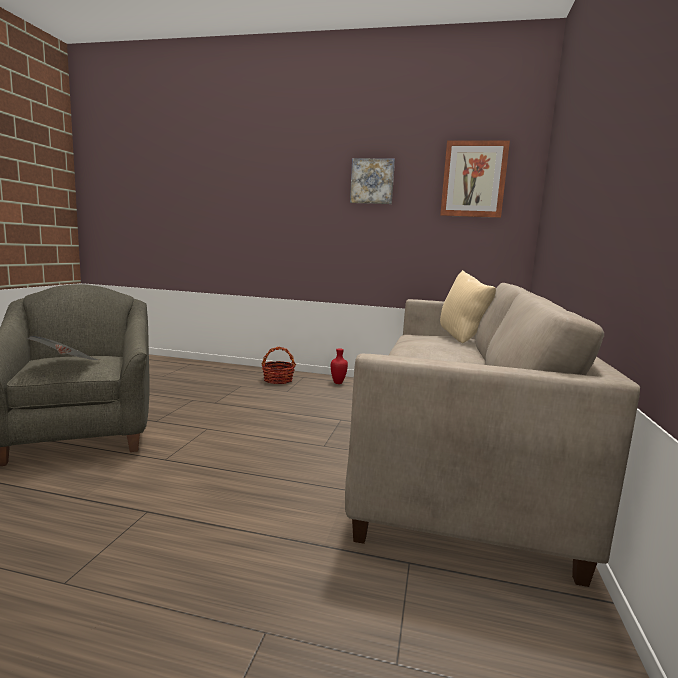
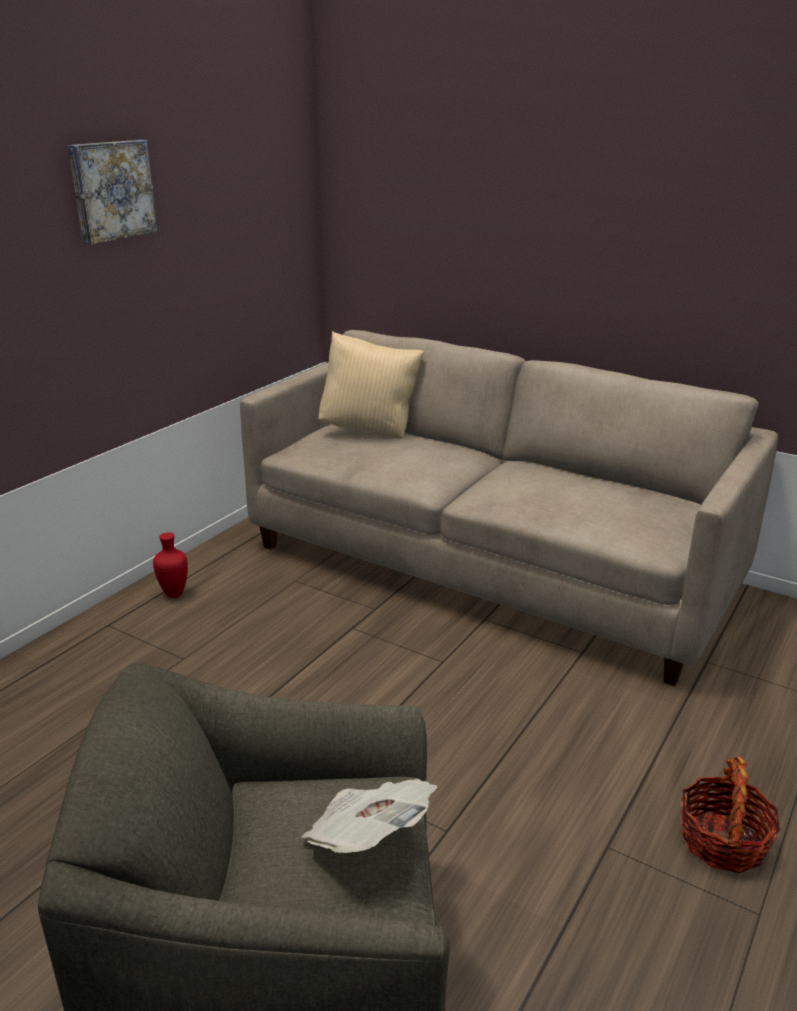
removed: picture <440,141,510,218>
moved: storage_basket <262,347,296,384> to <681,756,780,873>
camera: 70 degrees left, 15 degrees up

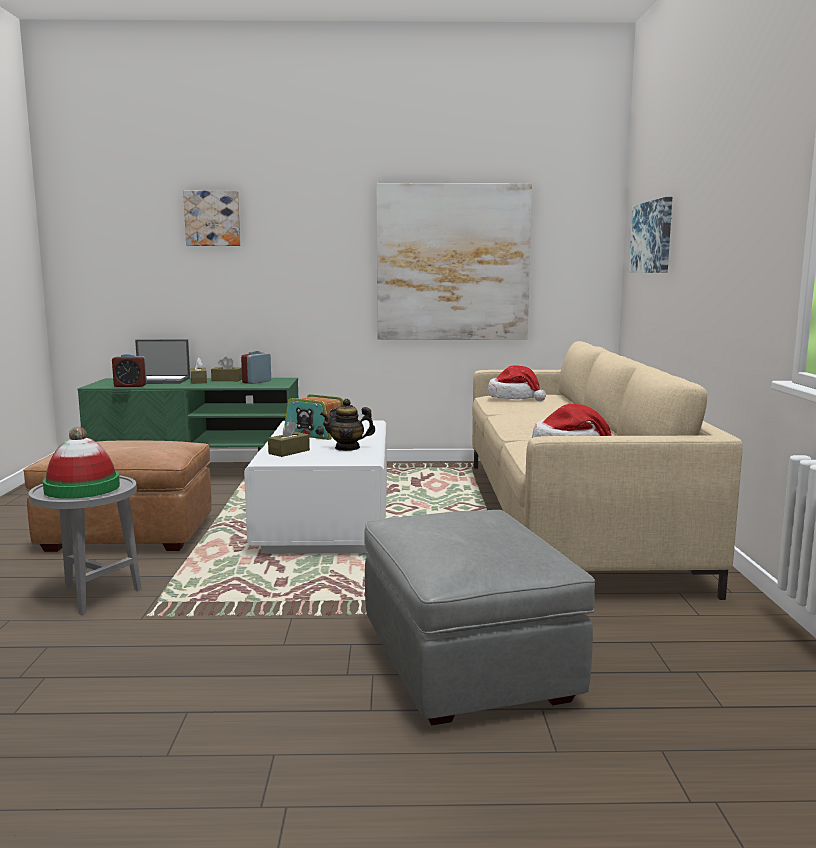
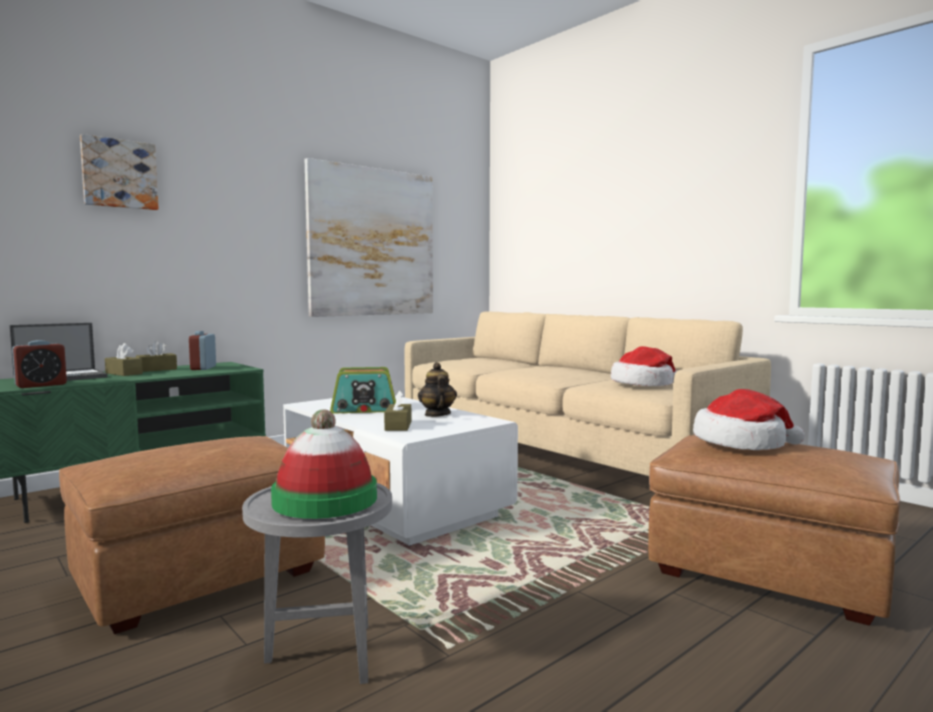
removed: picture <629,197,672,273>
moved: hat <488,365,546,401> to <693,389,805,450>
recoloured: gray_footrest <364,510,595,725> to brown-coloured_footrest <648,435,900,626>
turned: pot_for_tea <320,399,375,451> = <418,362,457,417> 120 degrees clockwise
camera: 40 degrees left, 5 degrees down

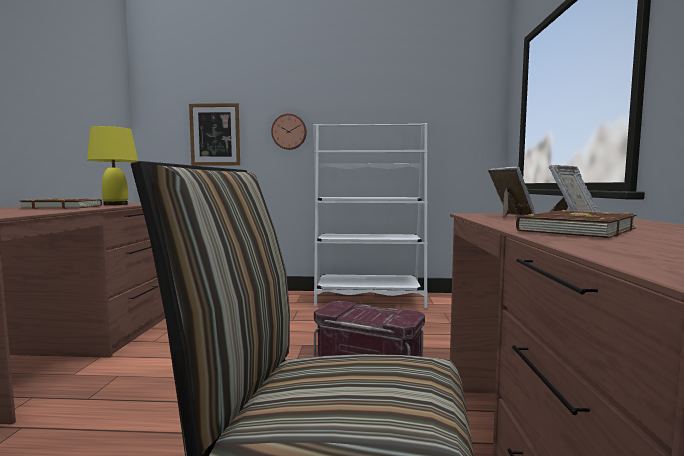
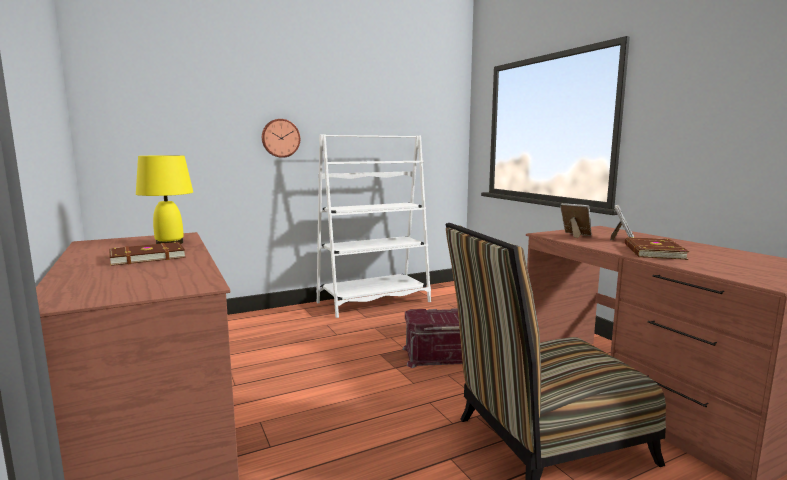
removed: picture <189,103,240,165>
camera: 30 degrees left, 5 degrees up

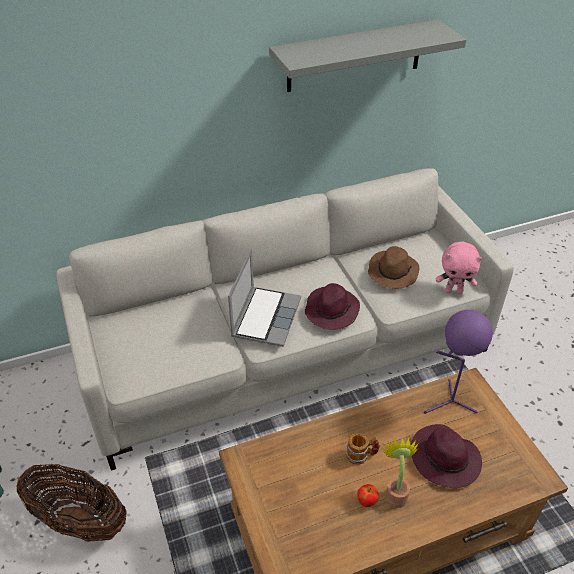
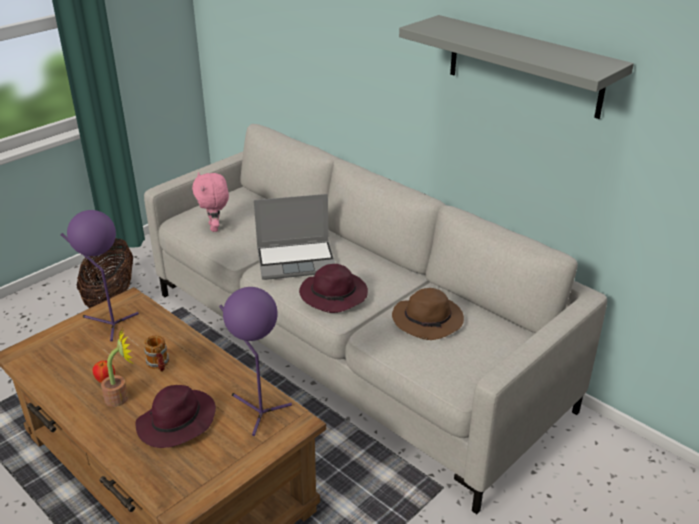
added: purplish_tabletop_lamp <61,210,139,342>
moved: pink-coloured_cuddly_toy <436,242,482,294> to <192,172,229,232>
camera: 65 degrees right, 10 degrees down

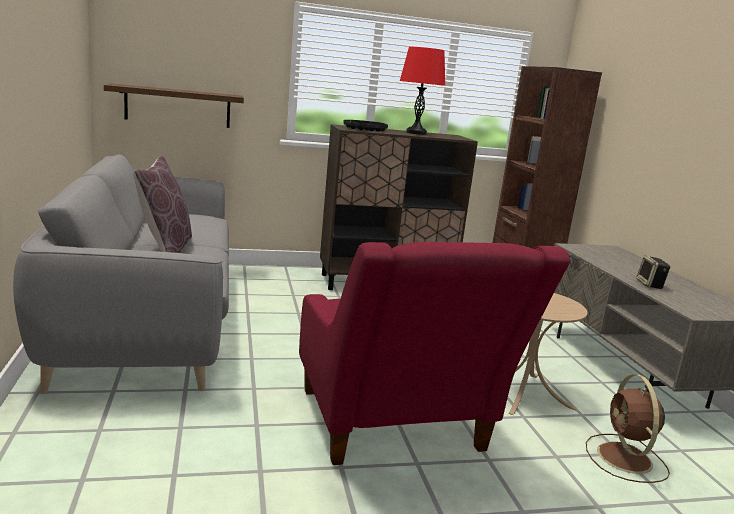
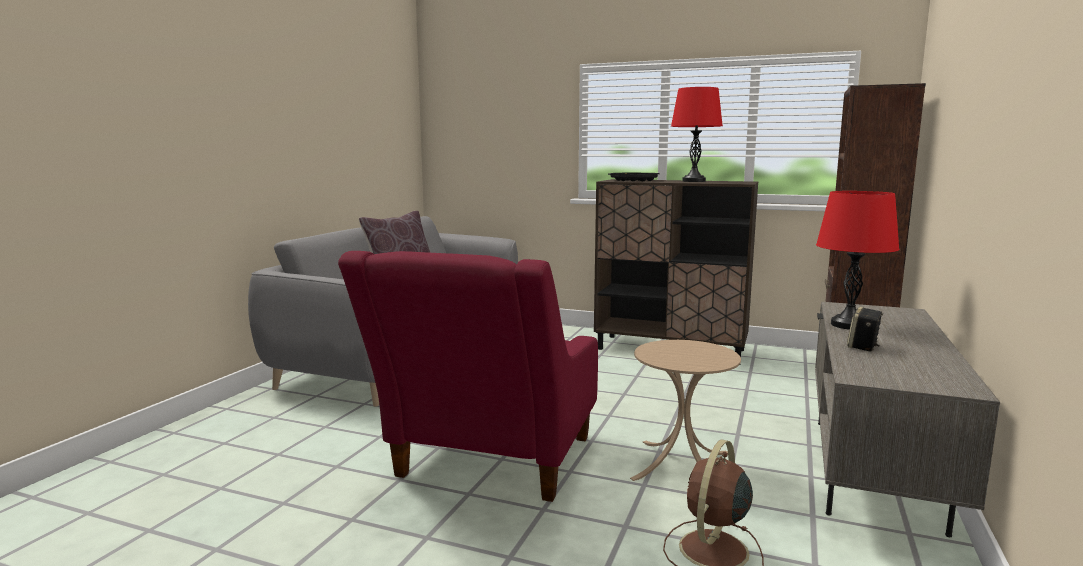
removed: bracket_shelf <104,83,244,128>
added: red_tabletop_lamp <816,191,899,330>
camera: 35 degrees right, 5 degrees down

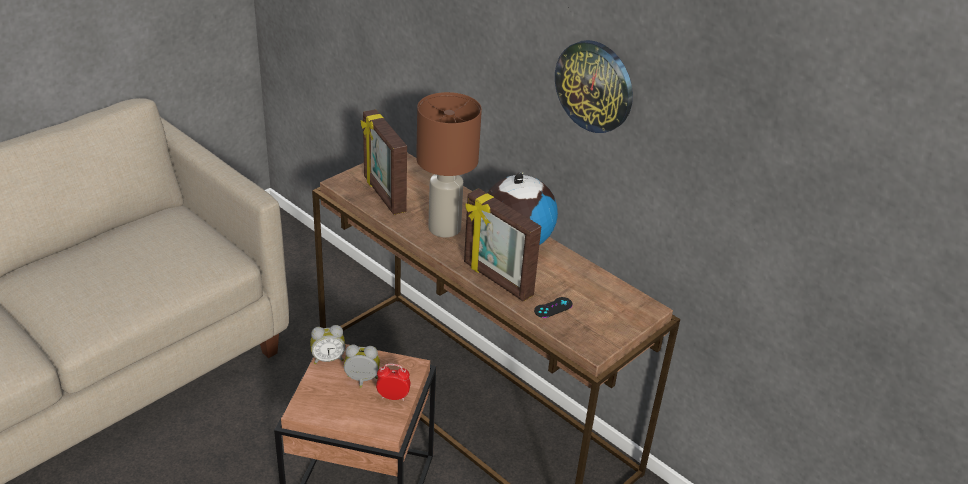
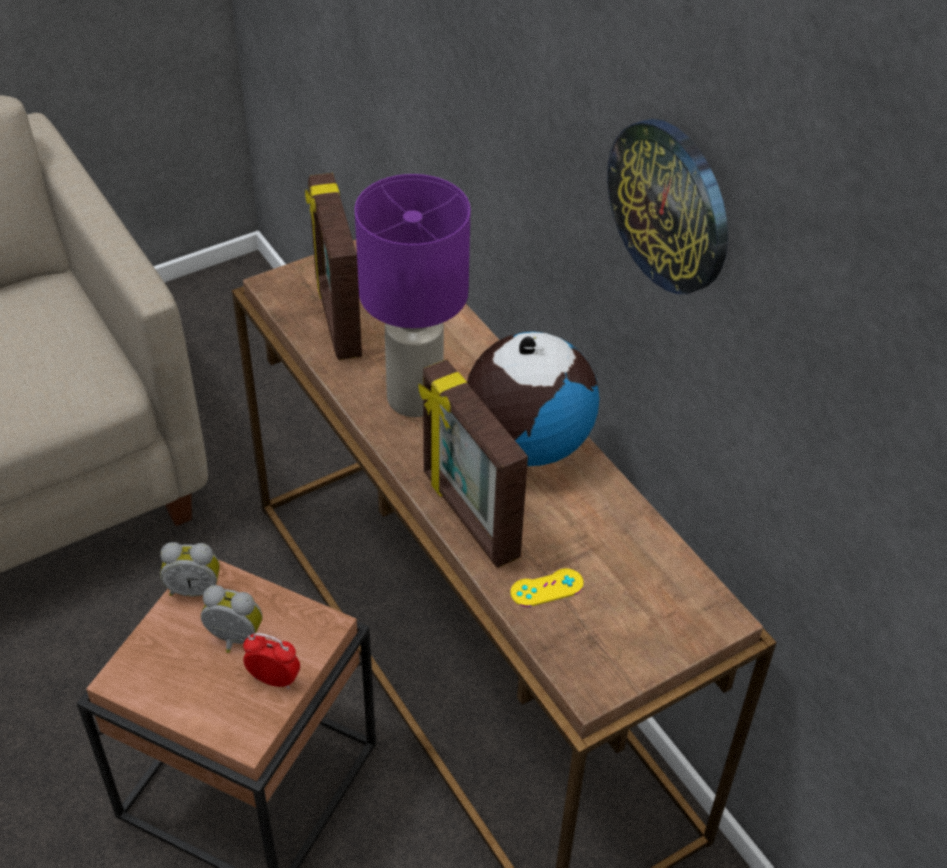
recoloured: brown-coloured_tabletop_lamp <416,92,482,238> to purplish_tabletop_lamp <355,174,471,417>; black_gamepad <534,297,573,318> to yellow-coloured_gamepad <510,568,583,607>
camera: 15 degrees right, 10 degrees up

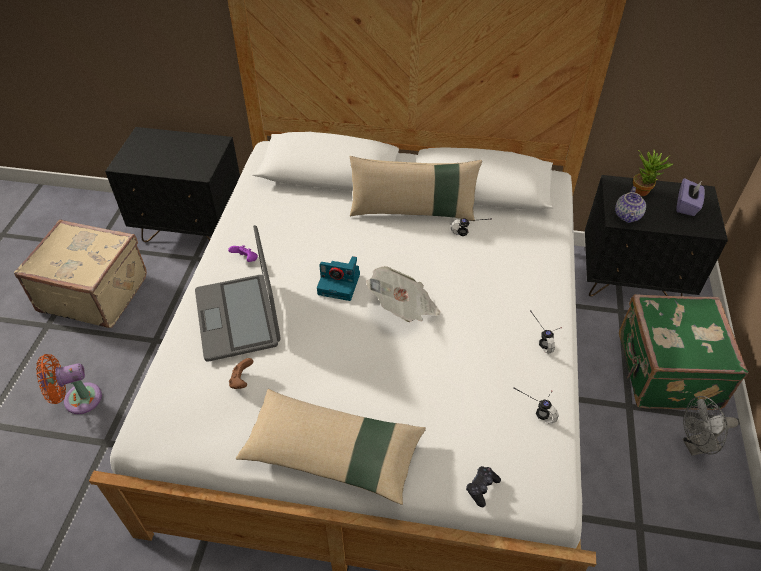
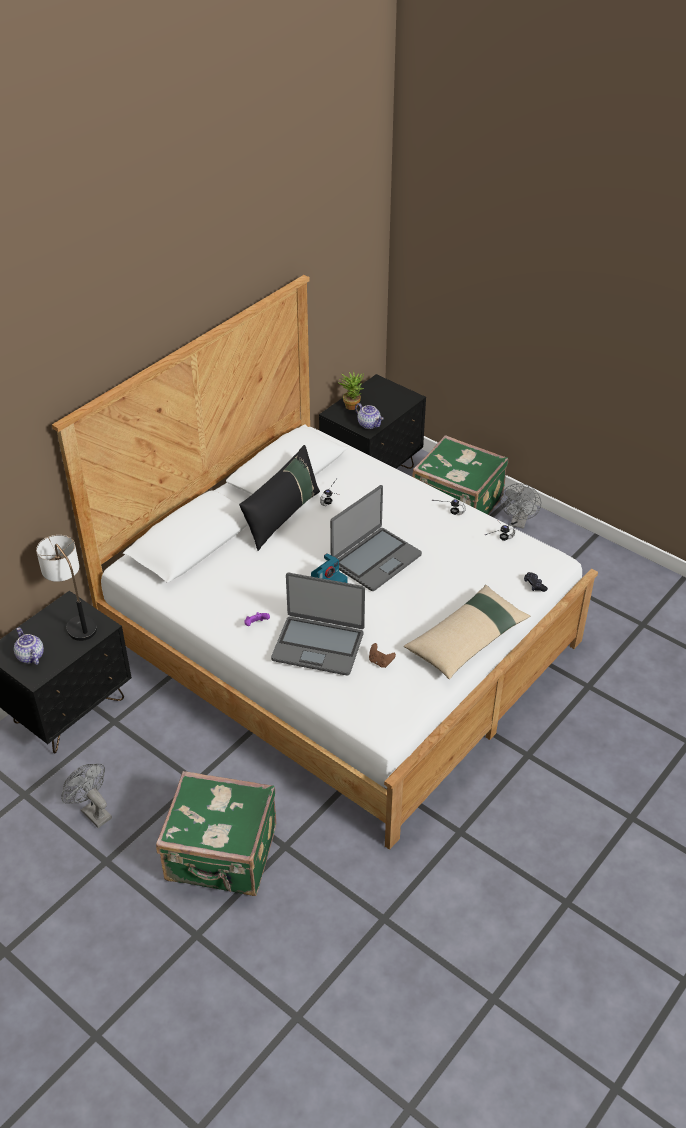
removed: purplish_tissue_box <676,178,705,216>
added: pot_for_tea <14,627,44,665>; tabletop_lamp <36,535,97,641>
replaced: beige_piece_of_luggage <14,220,147,328> to gray_fan <61,764,112,828>; orange_fan <36,354,102,414> to green_piece_of_luggage <156,771,276,896>; newspaper <366,266,440,322> to notebook_computer <330,485,422,591>
recoloured: beige_pillow <350,156,482,221> to black_pillow <239,445,320,551>
camera: 60 degrees left, 5 degrees down

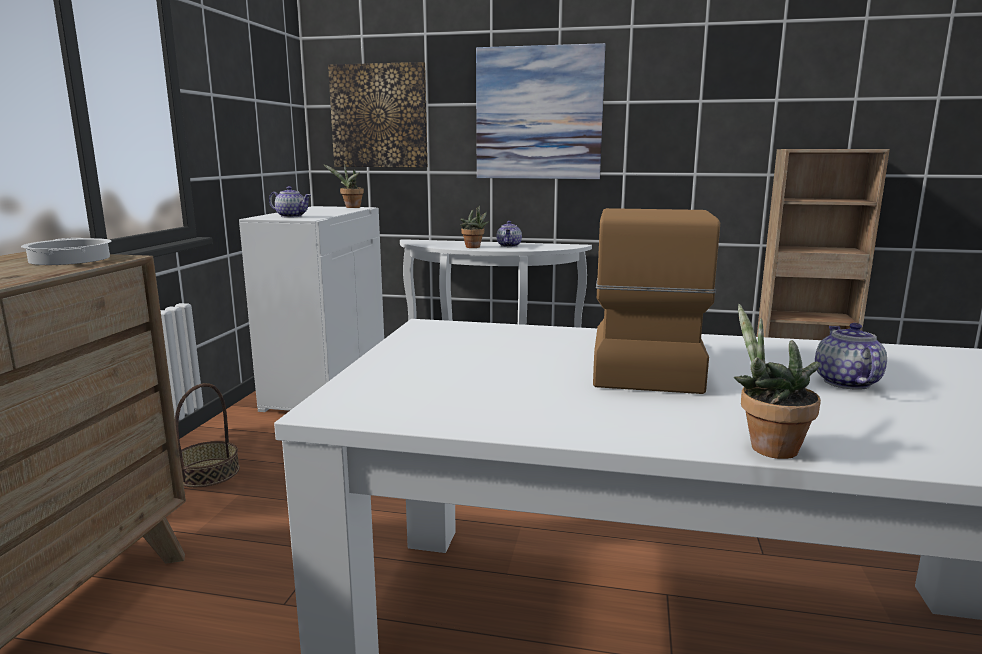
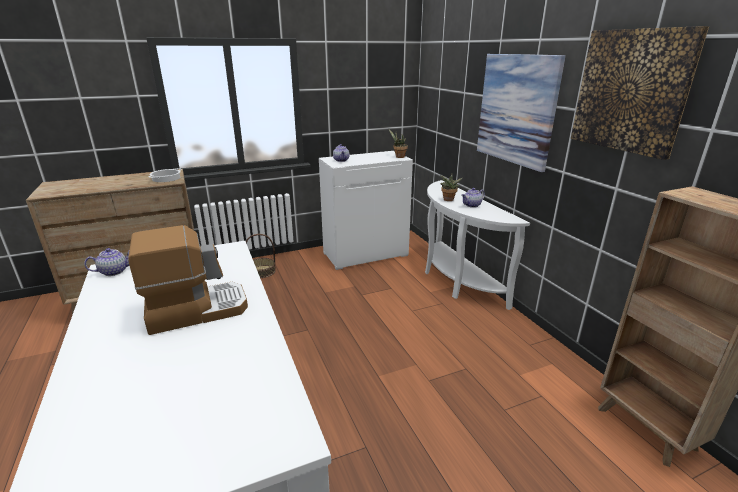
removed: houseplant <734,304,821,459>
moved: picture <328,62,428,167> to <571,26,709,160>; pot_for_tea <815,323,887,390> to <84,248,129,276>
camera: 55 degrees right, 10 degrees up

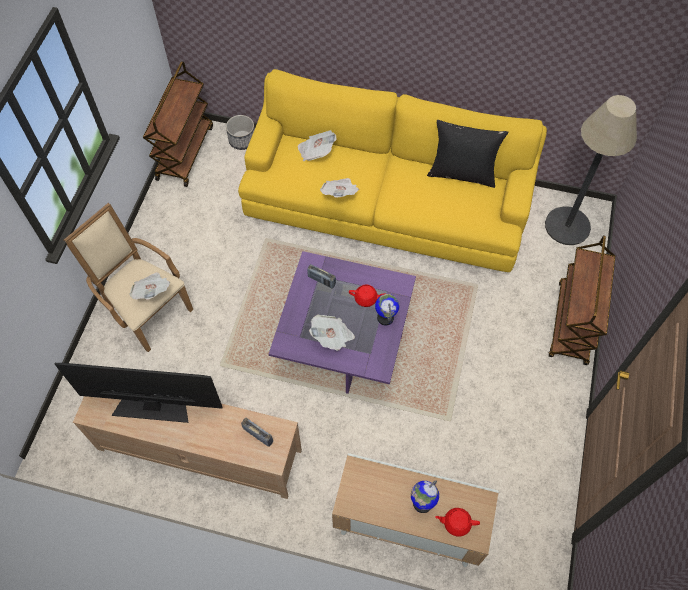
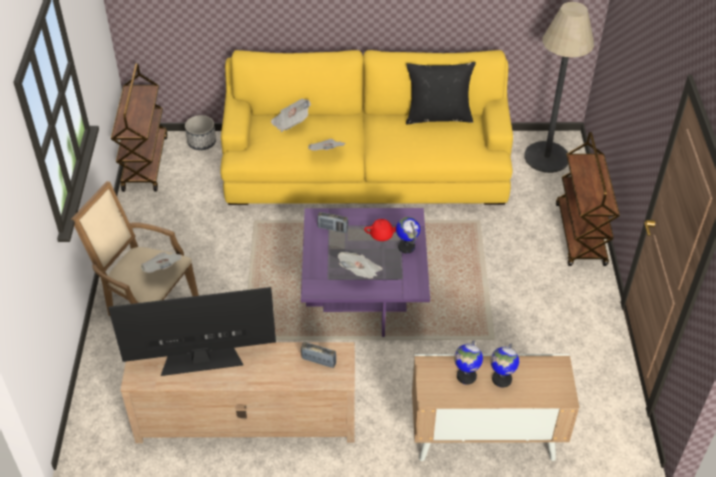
removed: red_pot_for_tea <435,508,480,536>
added: desk_globe <454,340,483,385>
camera: 15 degrees left, 15 degrees down

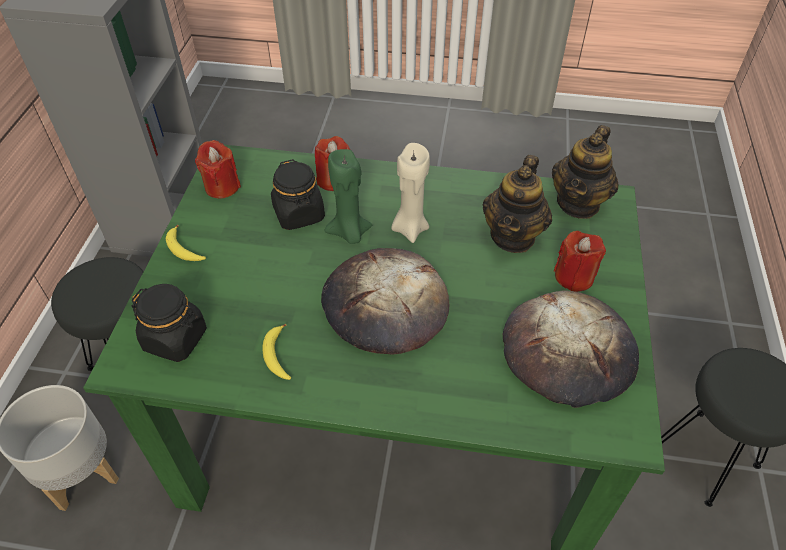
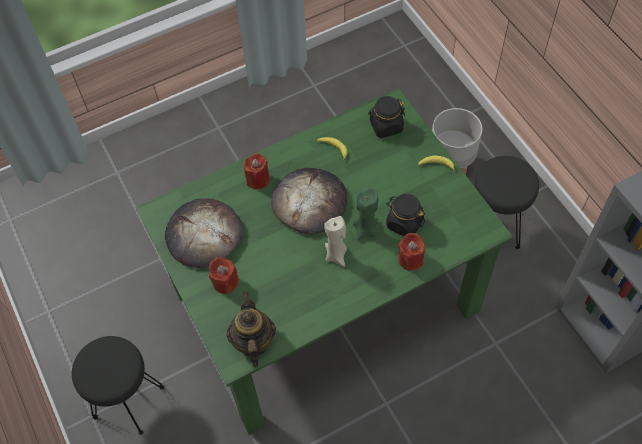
removed: pot_for_tea <483,155,552,253>
moved: red_candle <195,140,241,199> to <244,153,270,189>
camera: 145 degrees right, 10 degrees up

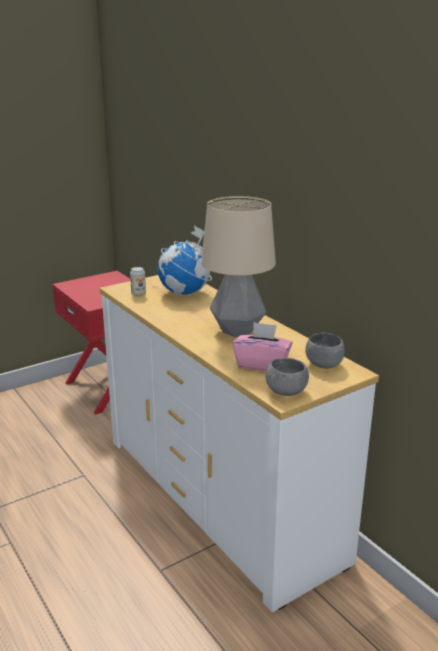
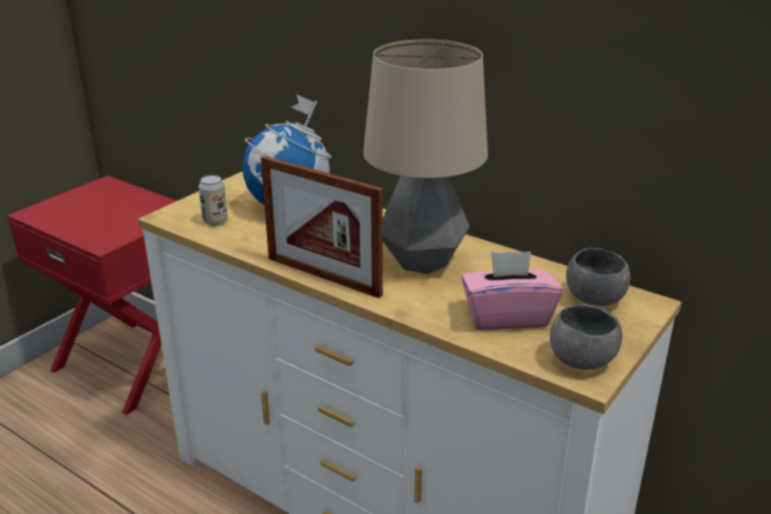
added: standing_frame <261,156,383,298>
camera: 20 degrees left, 5 degrees up

